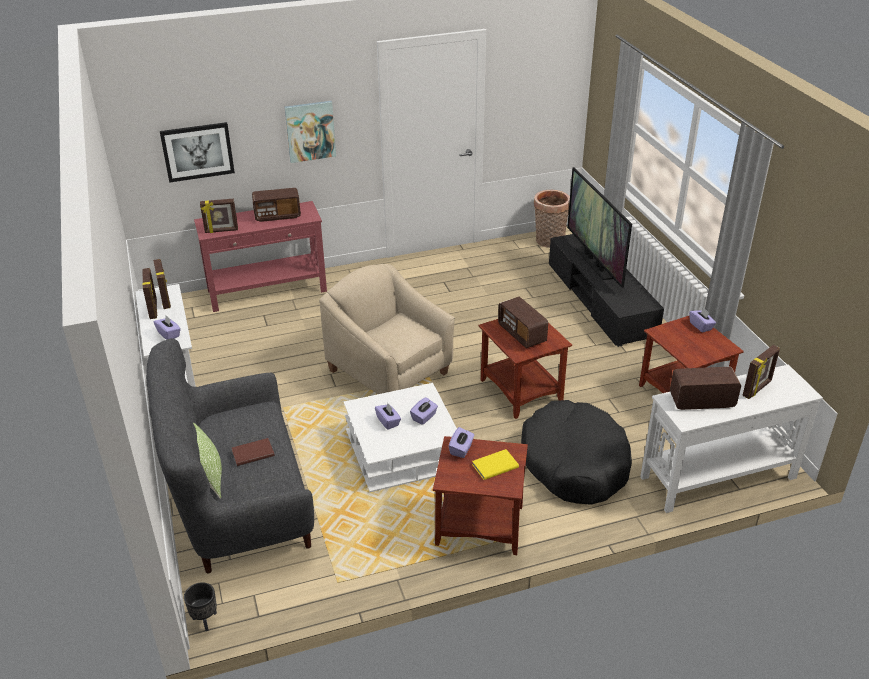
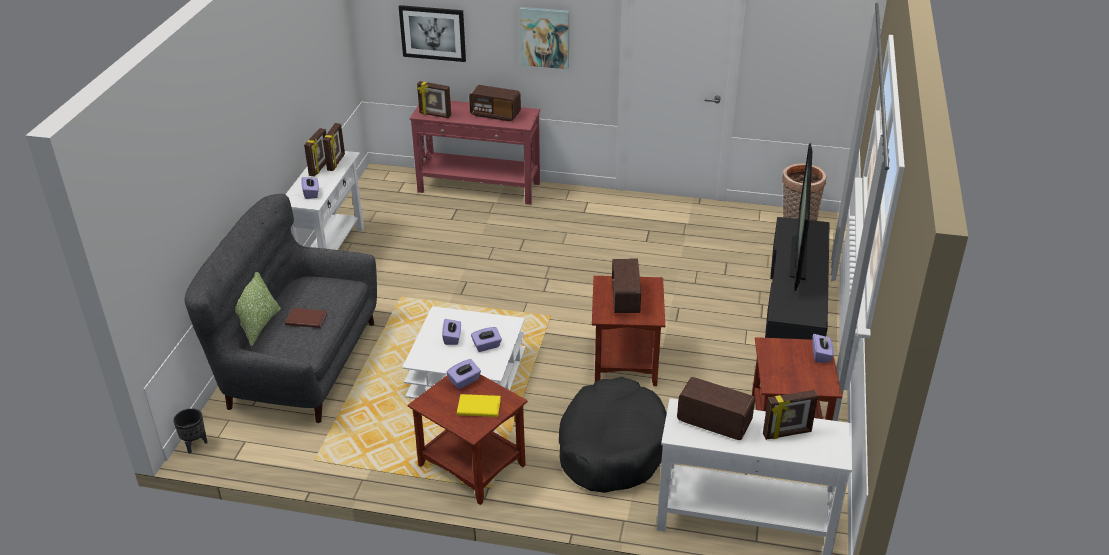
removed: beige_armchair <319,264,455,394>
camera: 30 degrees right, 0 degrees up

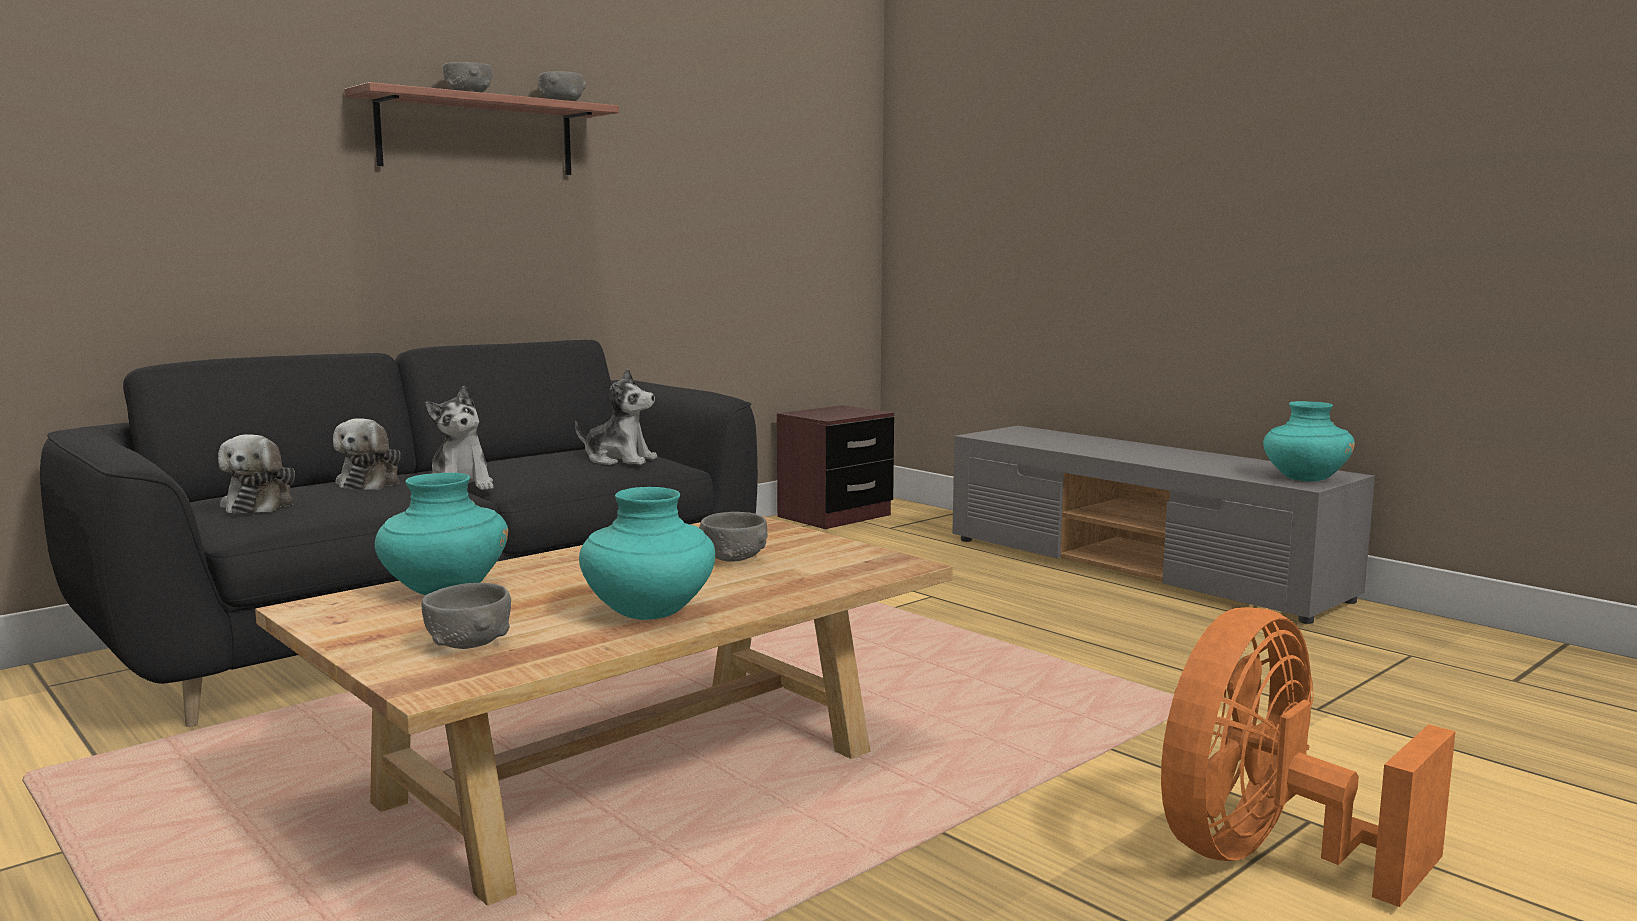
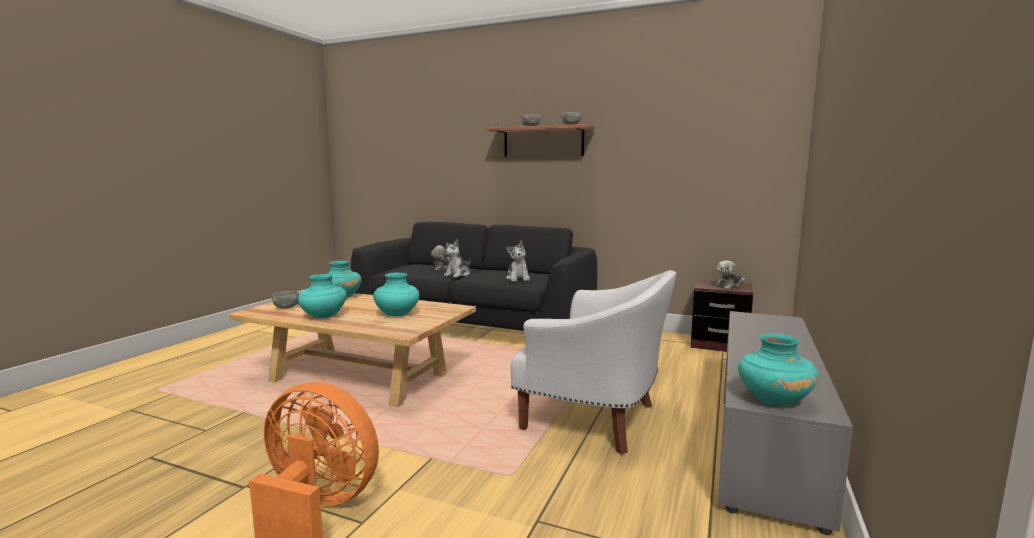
added: whitish_armchair <511,271,677,455>
moved: cuddly_toy <218,434,295,514> to <717,261,745,289>
replaced: gray_serving_bowl <699,512,768,562> to blue-green_vase <373,273,419,316>
camera: 65 degrees right, 0 degrees up

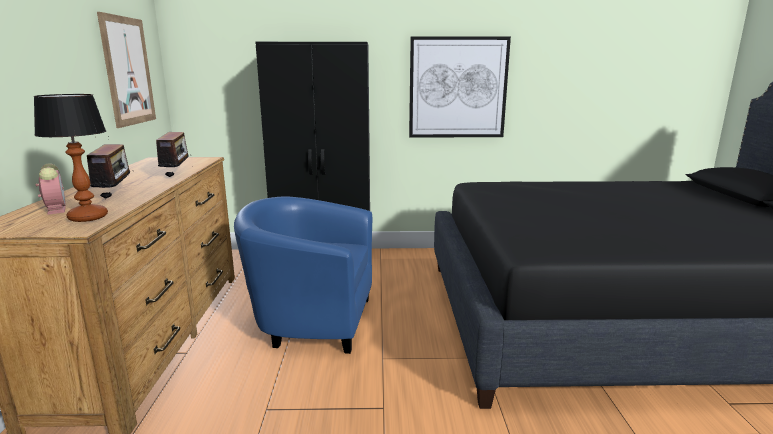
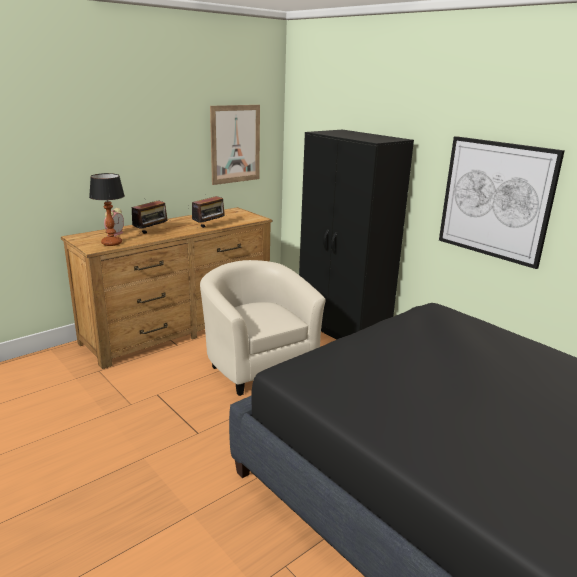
recoloured: bluish_armchair <234,196,372,354> to beige_armchair <200,260,326,396>
camera: 50 degrees right, 5 degrees up

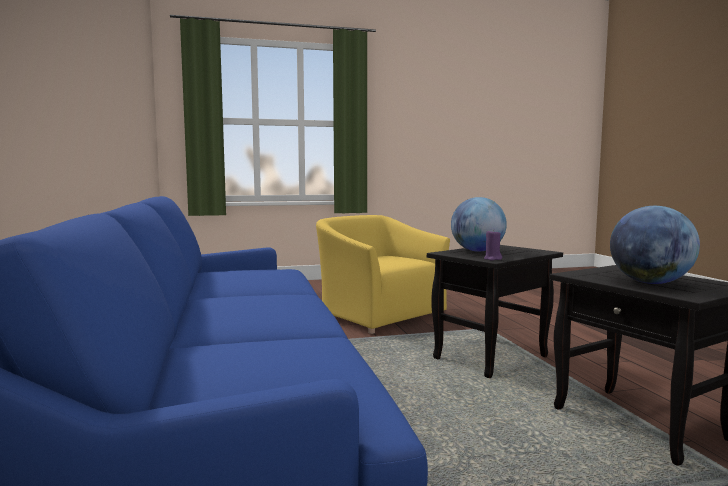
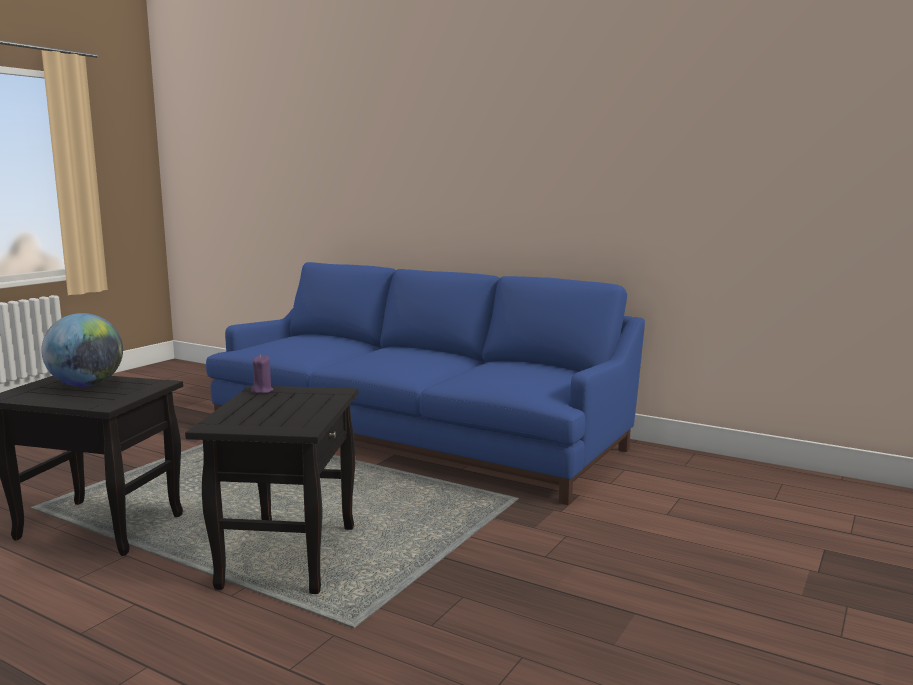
removed: yellow-coloured_armchair <316,215,450,334>; desk_globe <451,197,507,252>
camera: 135 degrees right, 5 degrees up

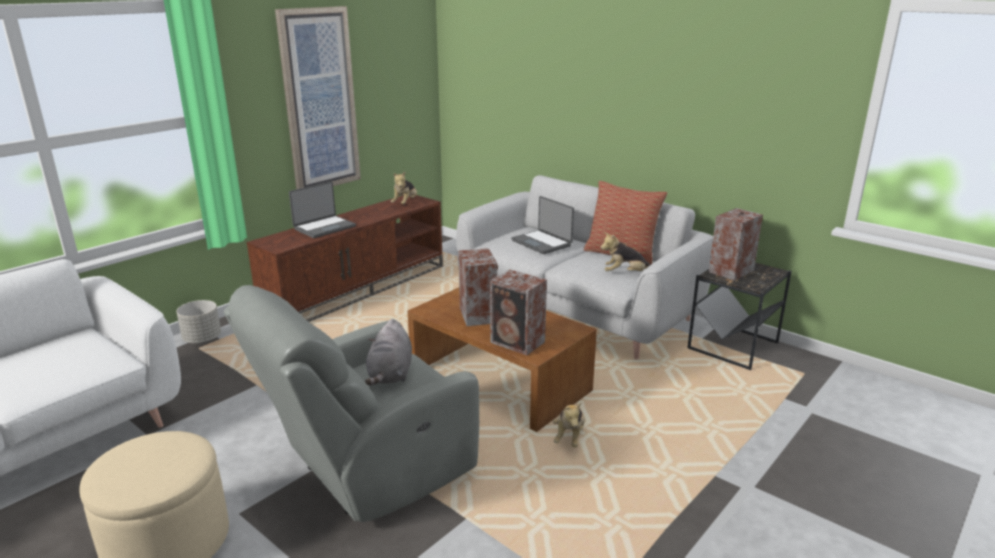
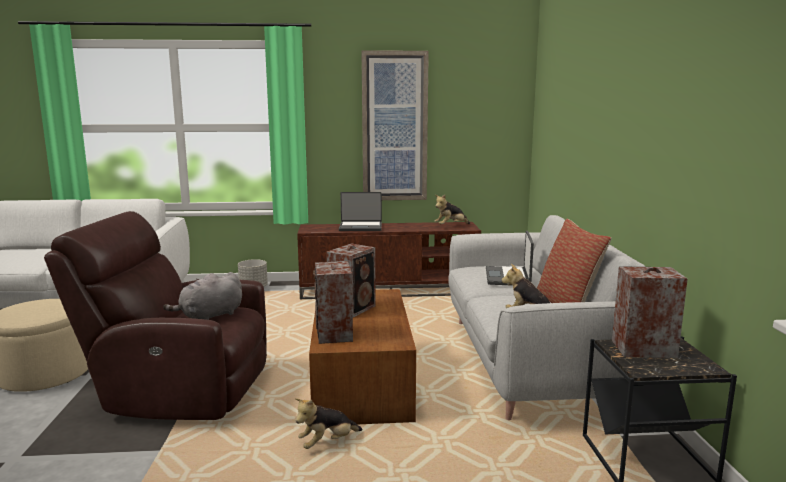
recoloured: gray_armchair <224,285,479,522> to brown-coloured_armchair <44,211,267,420>
camera: 45 degrees right, 10 degrees down

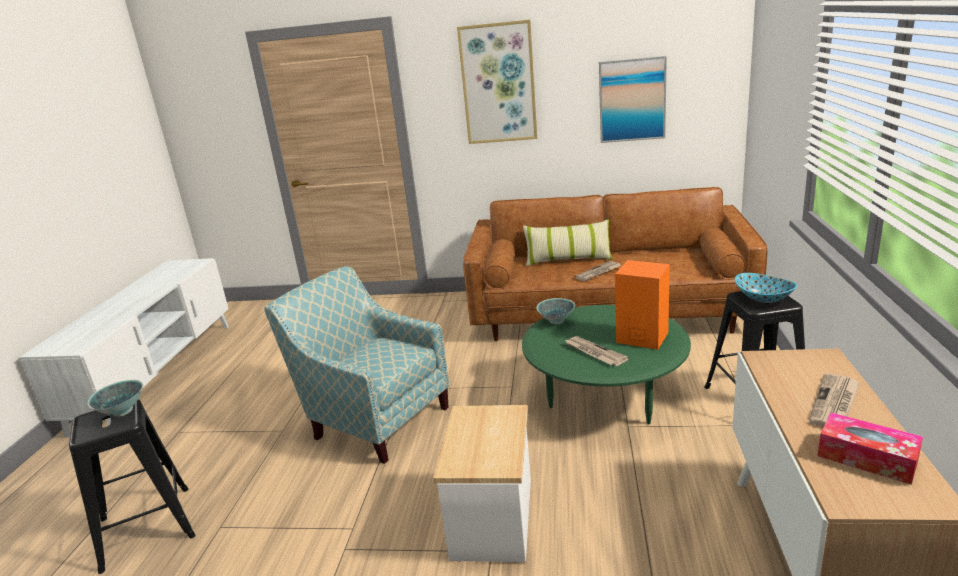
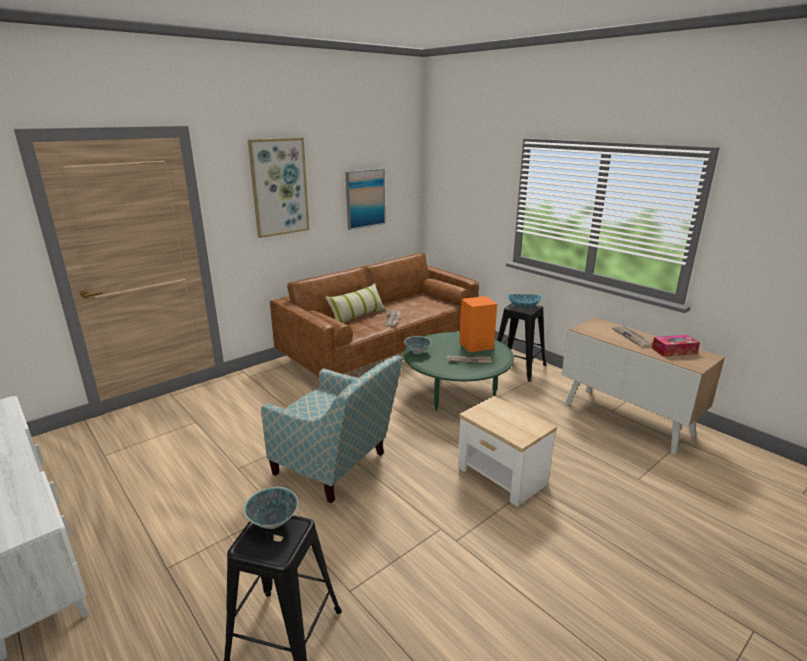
turned: armchair <264,266,449,464> = <261,355,403,503> 135 degrees counterclockwise
camera: 50 degrees left, 0 degrees up

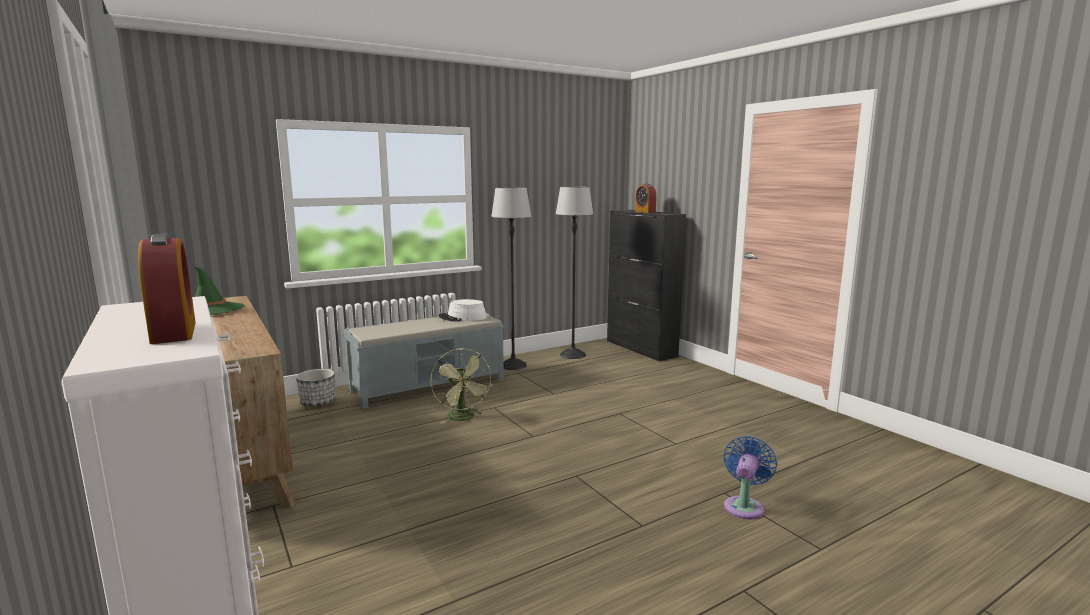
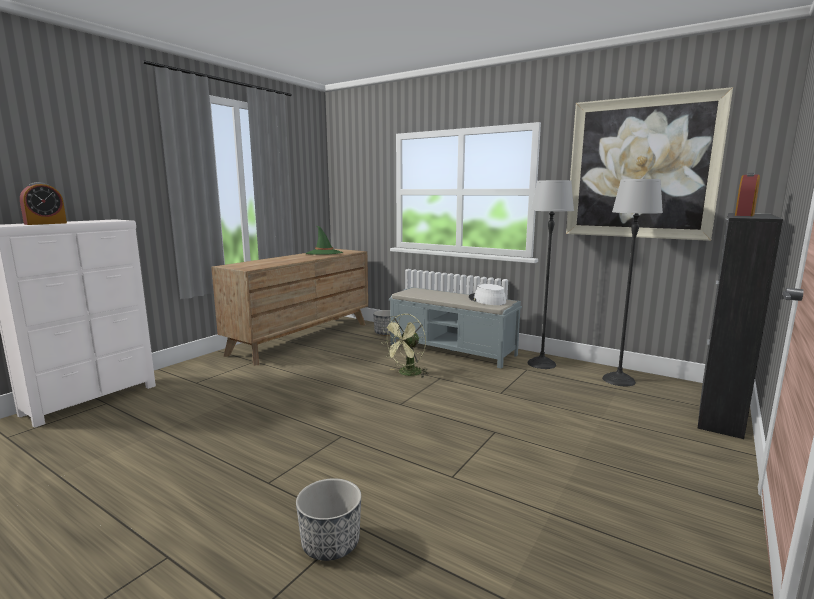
added: picture <566,87,733,241>
replaced: bluish_fan <723,436,777,519> to plant_pot <296,478,361,561>
camera: 65 degrees right, 0 degrees up

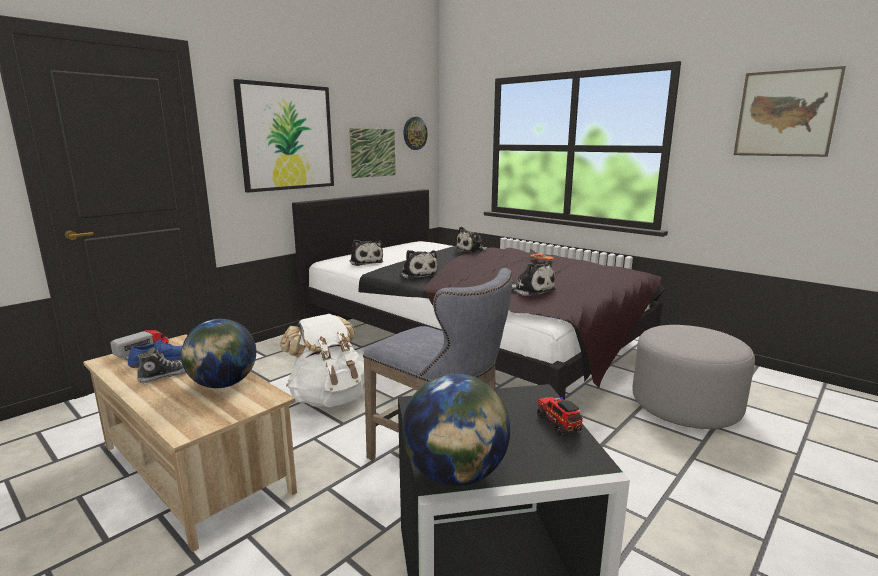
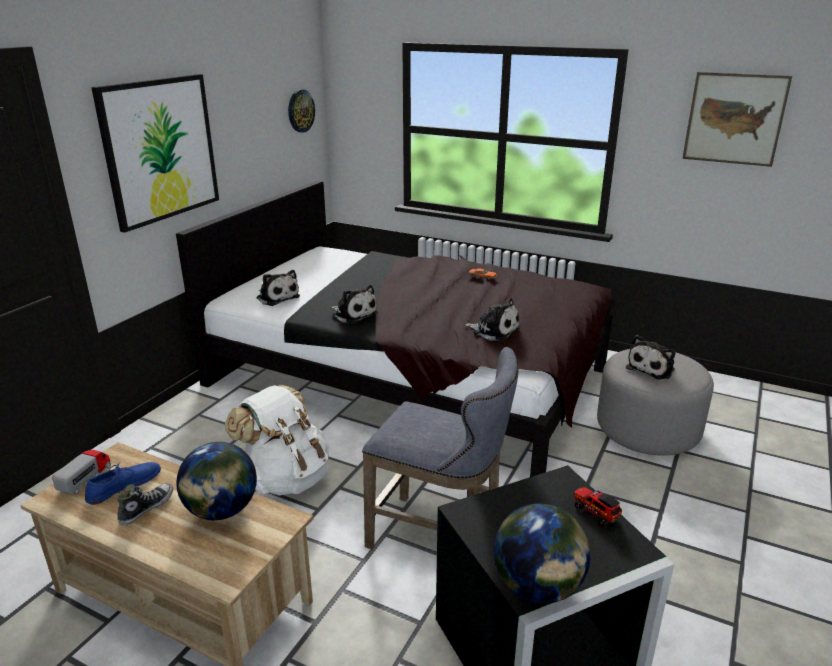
removed: picture <349,128,396,178>
moved: cuddly_toy <454,227,487,253> to <626,335,676,380>
camera: 15 degrees left, 10 degrees up

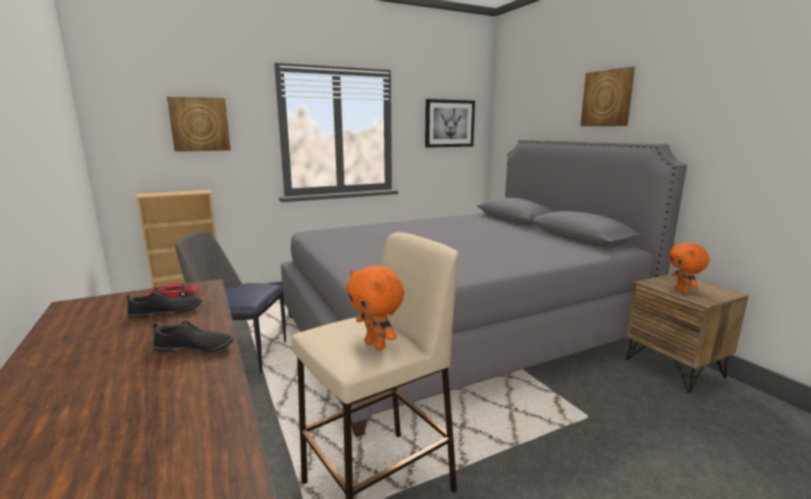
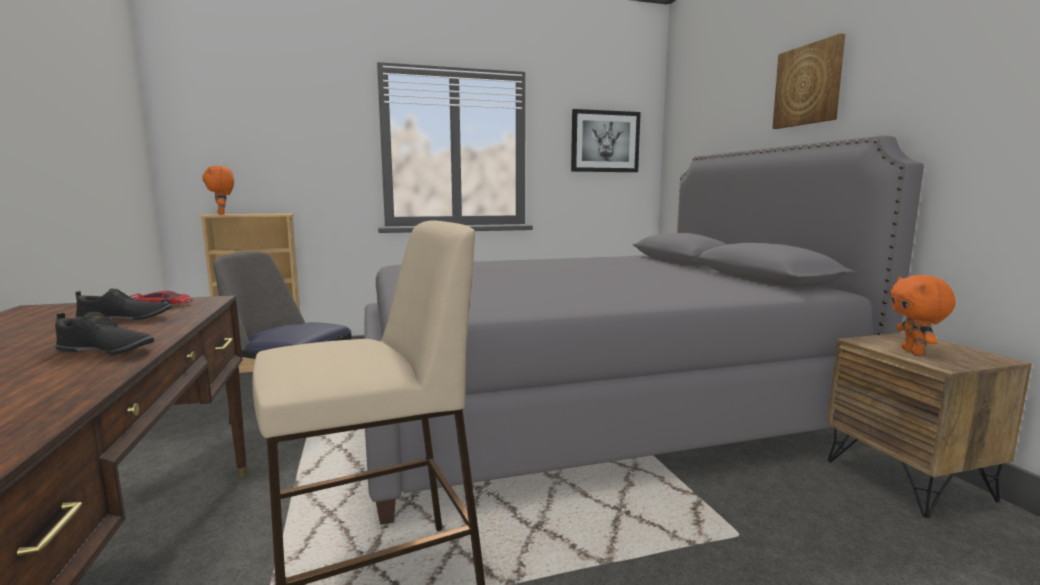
removed: picture <167,97,231,152>
moved: orange_cuddly_toy <346,265,404,350> to <202,166,234,214>
camera: 10 degrees right, 5 degrees down

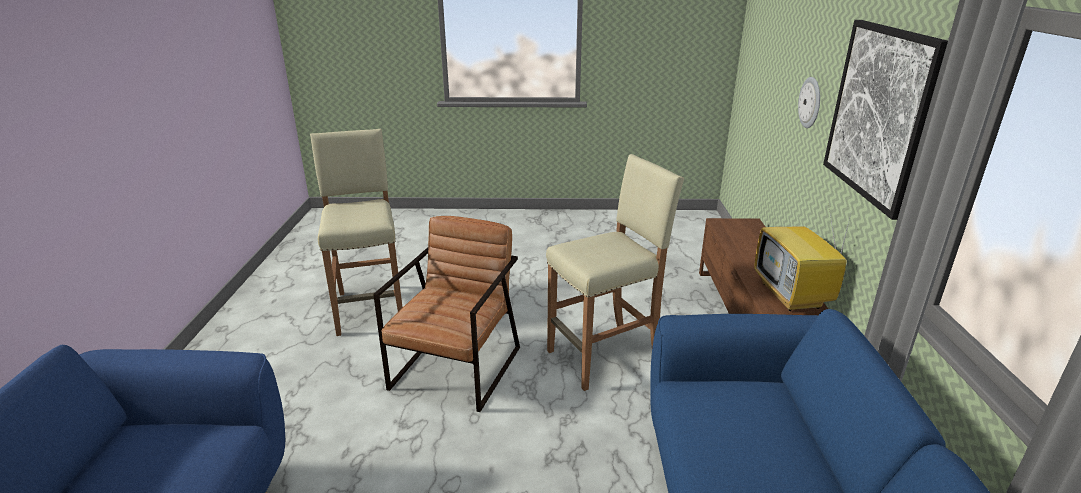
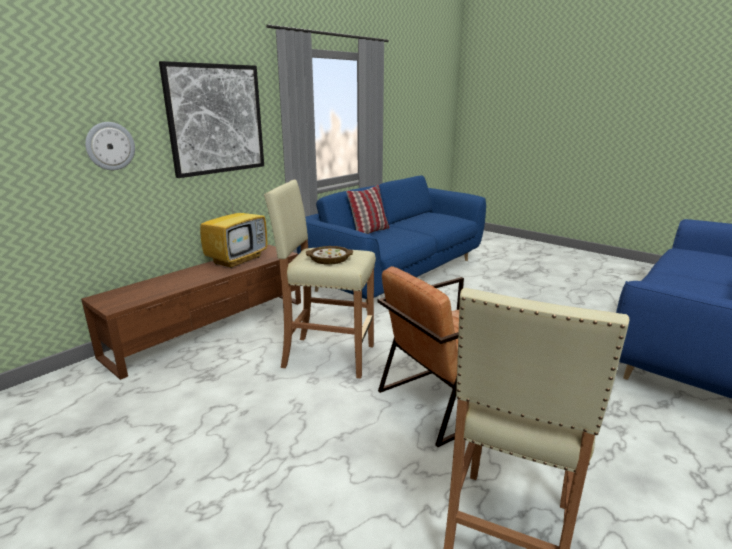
added: serving_bowl <306,246,353,265>; pillow <346,185,390,234>
camera: 140 degrees left, 5 degrees down

